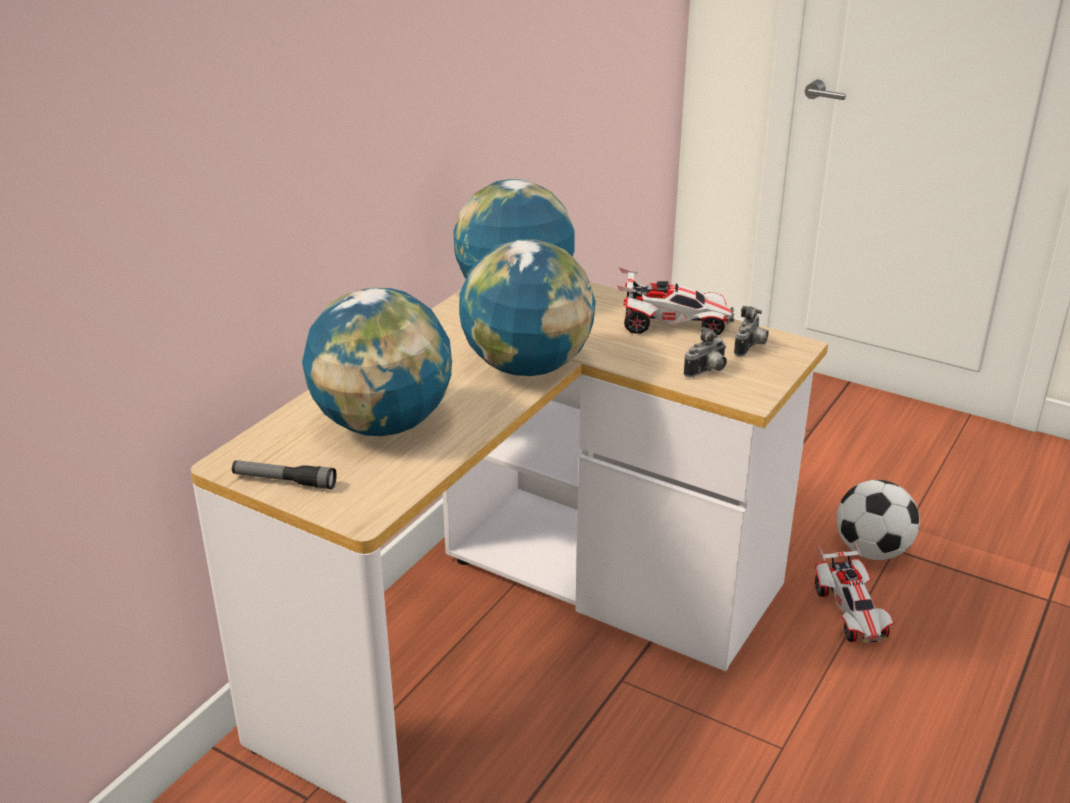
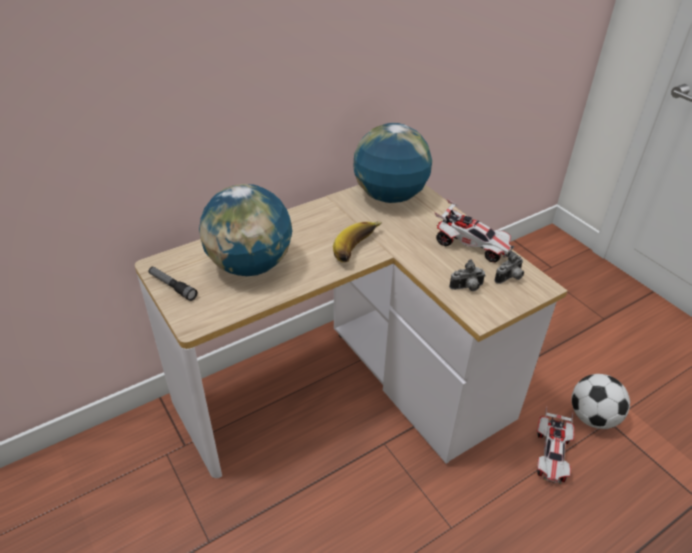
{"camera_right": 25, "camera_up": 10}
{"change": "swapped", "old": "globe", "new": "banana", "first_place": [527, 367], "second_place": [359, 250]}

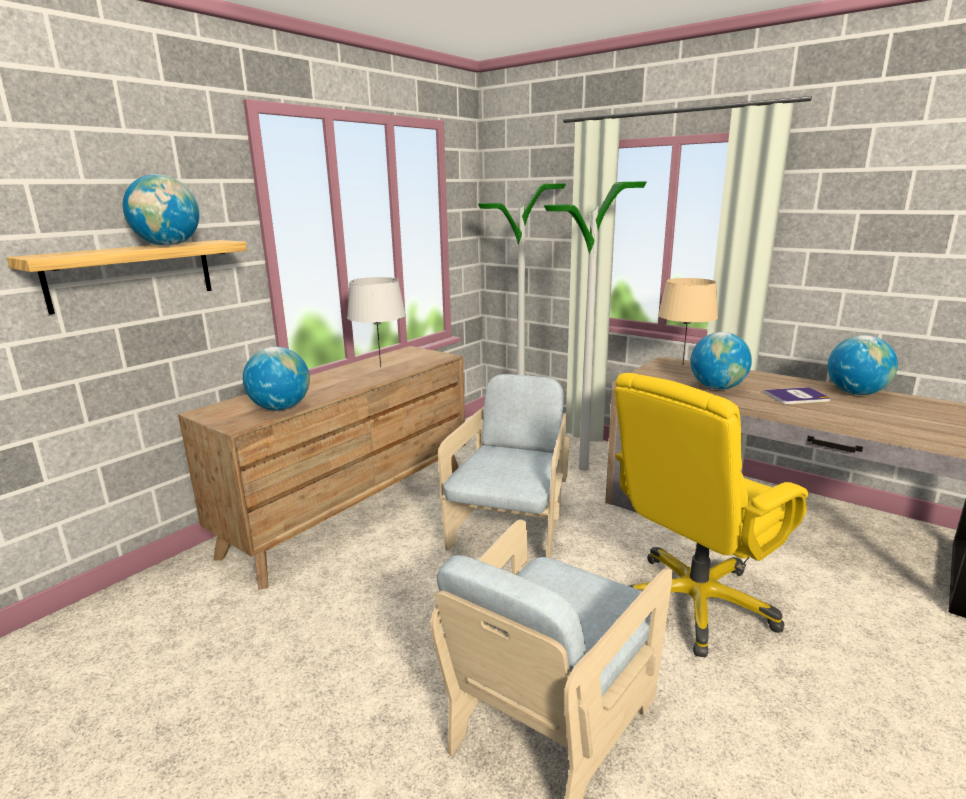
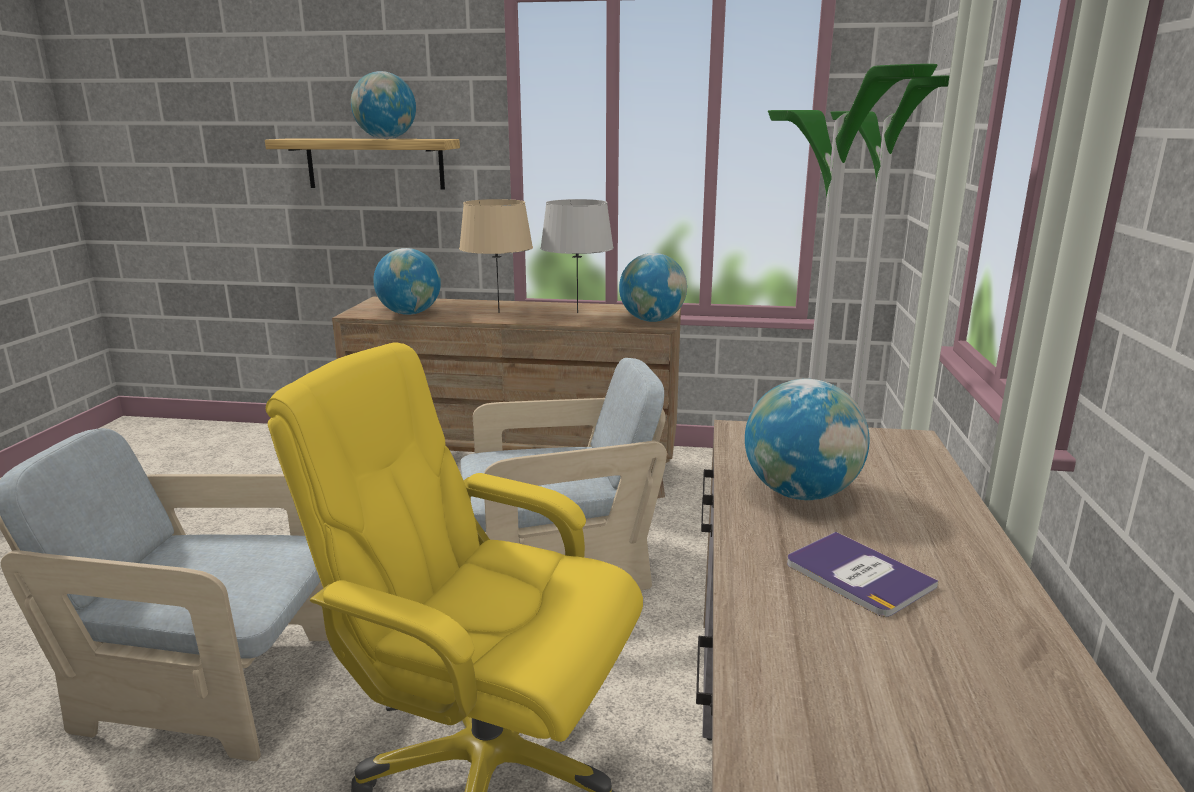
{"camera_right": 60, "camera_up": 0}
{"change": "shifted", "old": "table lamp (sand-coloured)", "first_place": [682, 366], "second_place": [498, 312]}
{"change": "shifted", "old": "globe", "first_place": [855, 393], "second_place": [652, 320]}

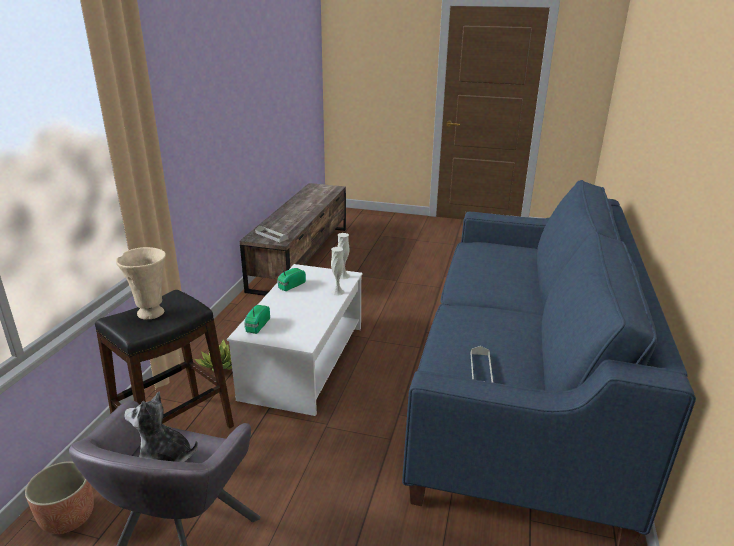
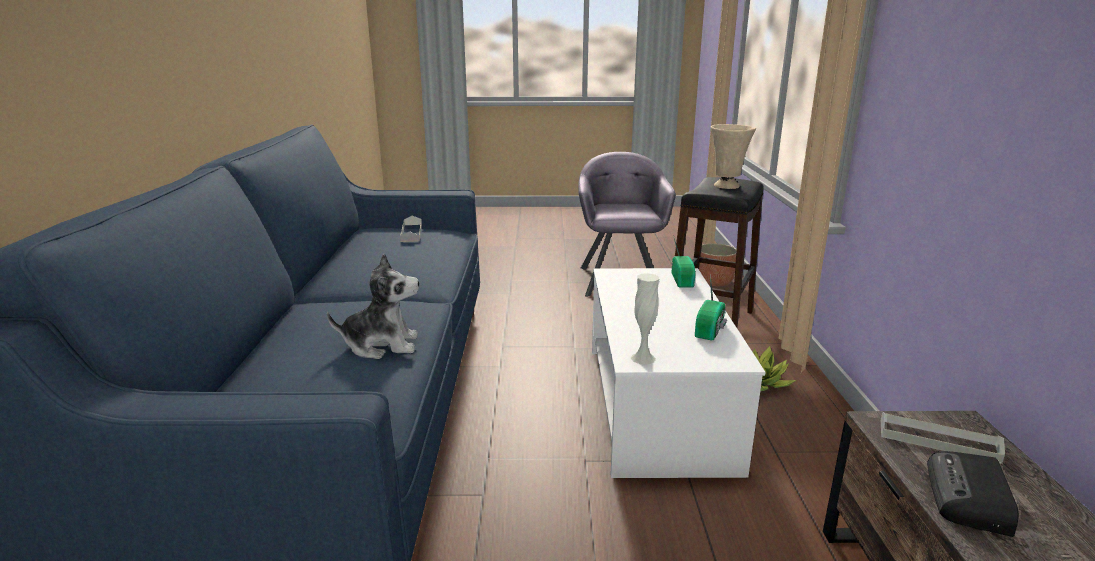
{"camera_right": 165, "camera_up": -5}
{"change": "shifted", "old": "soft toy", "first_place": [164, 459], "second_place": [382, 345]}
{"change": "new", "new": "radio set", "second_place": [969, 498]}
{"change": "gone", "old": "decorative vase (white-coloured)", "first_place": [337, 292]}

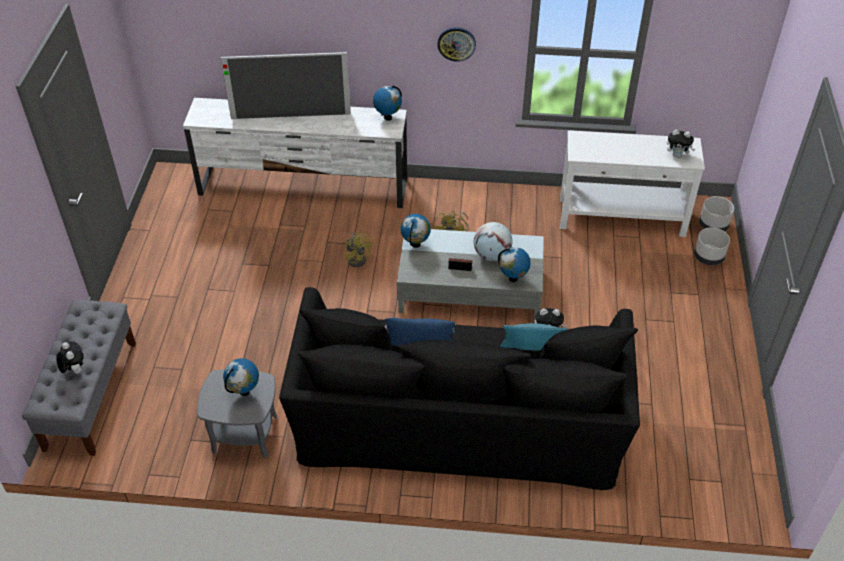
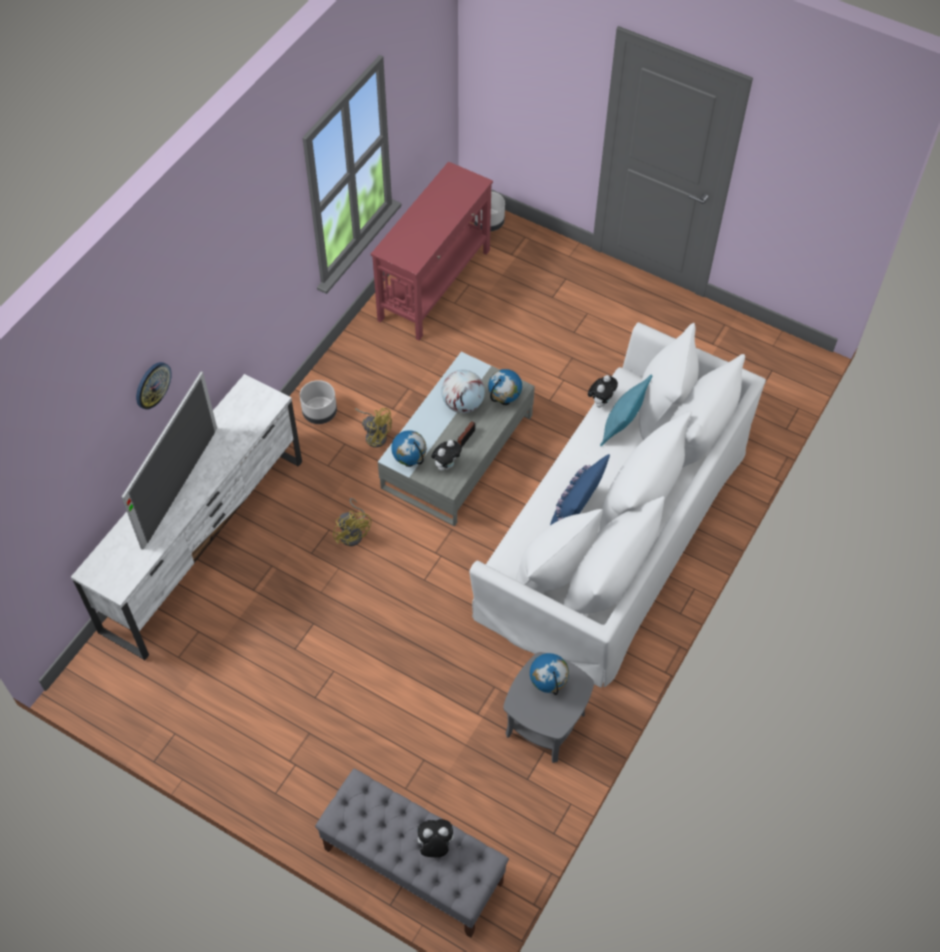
{"camera_right": -65, "camera_up": 10}
{"change": "shifted", "old": "hanging clock", "first_place": [456, 43], "second_place": [152, 385]}
{"change": "shifted", "old": "plant pot (grey)", "first_place": [708, 257], "second_place": [319, 413]}
{"change": "rotated", "old": "cooling fan (yellow-coloured)", "first_place": [357, 258], "second_place": [353, 533], "degrees": 75}
{"change": "repainted", "old": "narrow table (white-coloured)", "new": "narrow table (red)", "first_place": [622, 218], "second_place": [435, 284]}
{"change": "shifted", "old": "soft toy", "first_place": [677, 155], "second_place": [446, 465]}
{"change": "repainted", "old": "sofa (blackish)", "new": "sofa (white-coloured)", "first_place": [459, 416], "second_place": [613, 529]}
{"change": "gone", "old": "globe", "first_place": [387, 117]}

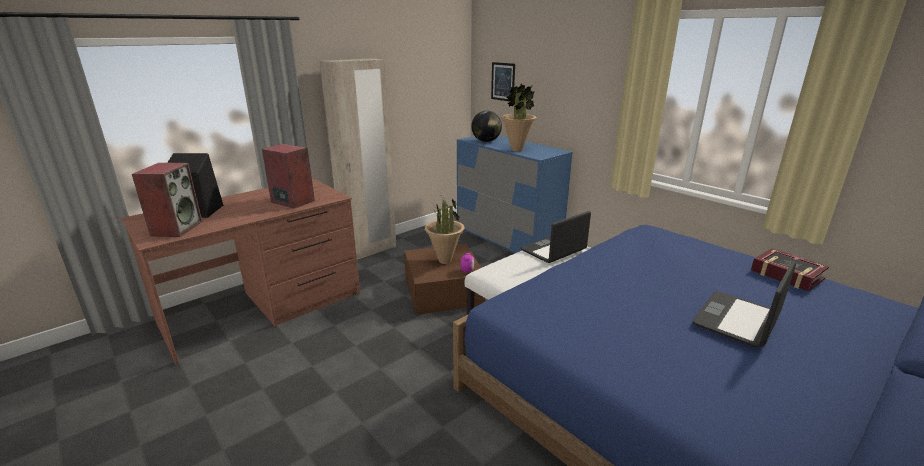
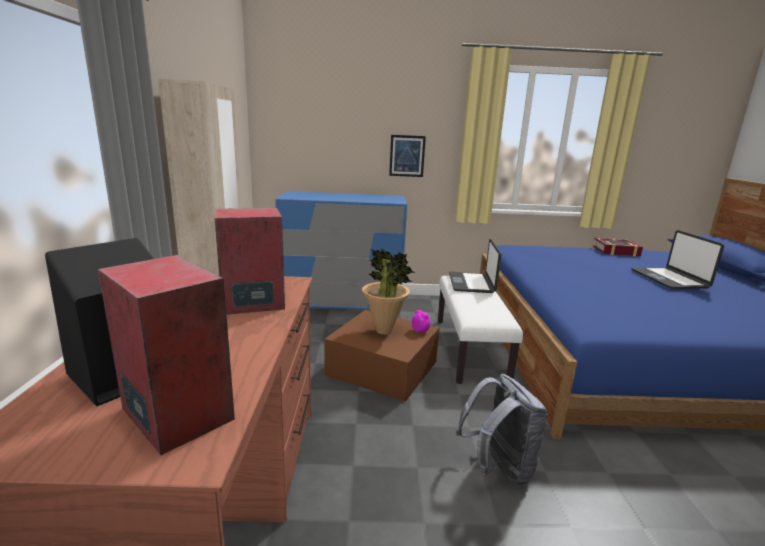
{"camera_right": -50, "camera_up": -5}
{"change": "shifted", "old": "wall picture", "first_place": [503, 81], "second_place": [407, 156]}
{"change": "new", "new": "knapsack (grey)", "second_place": [498, 468]}
{"change": "gone", "old": "globe", "first_place": [486, 141]}
{"change": "gone", "old": "plant in a pot", "first_place": [517, 150]}

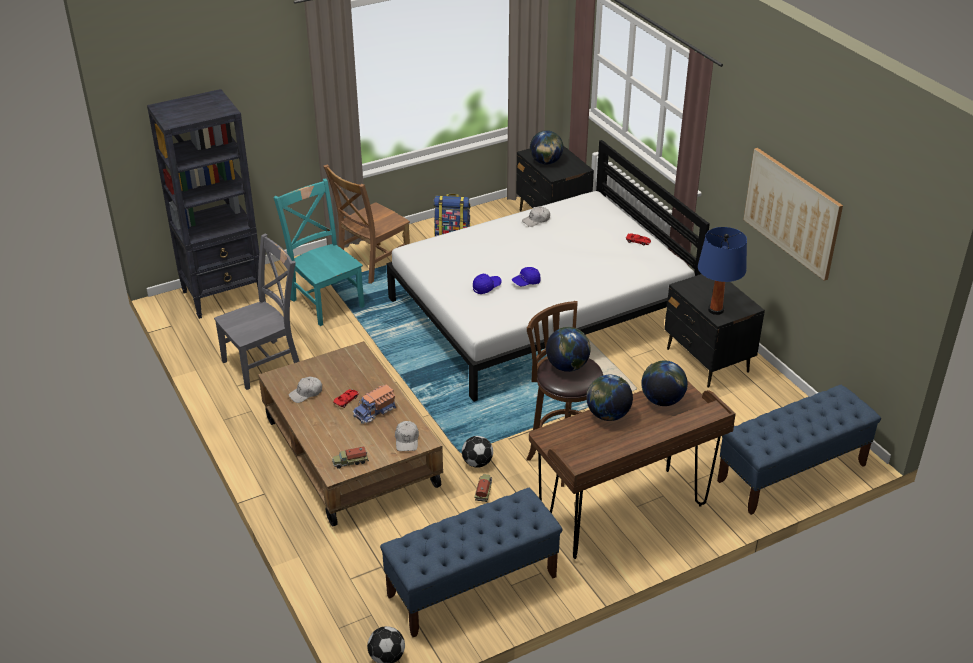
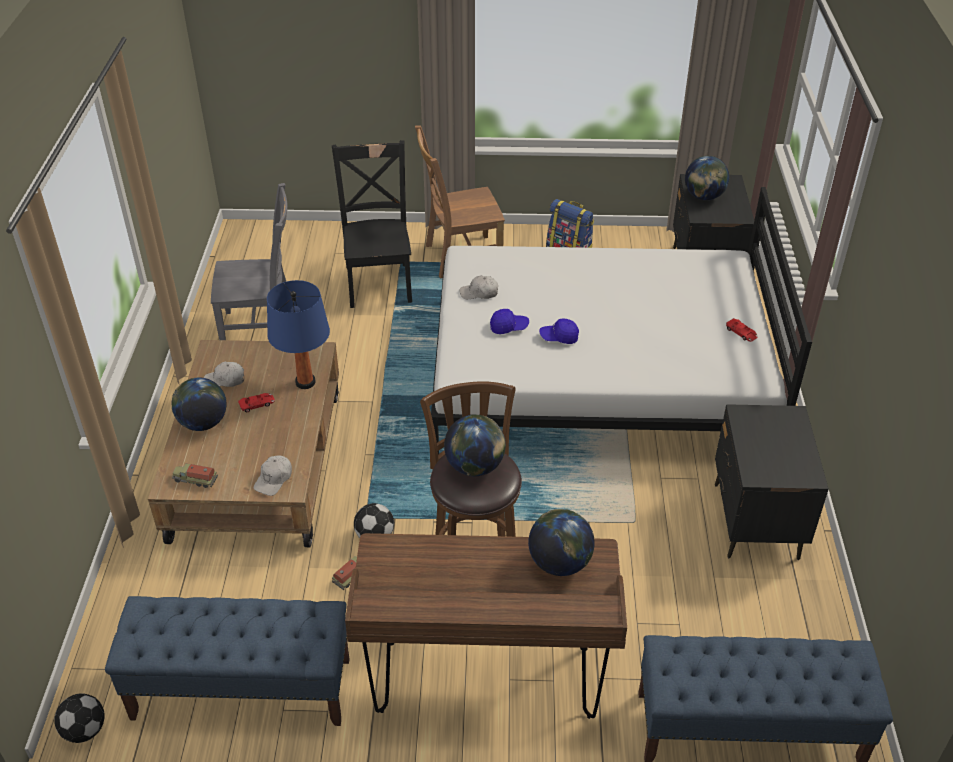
{"camera_right": 30, "camera_up": 5}
{"change": "shifted", "old": "globe", "first_place": [608, 415], "second_place": [203, 423]}
{"change": "shifted", "old": "table lamp (bluish)", "first_place": [716, 310], "second_place": [305, 382]}
{"change": "repainted", "old": "chair (turquoise-coloured)", "new": "chair (blackish)", "first_place": [326, 301], "second_place": [379, 282]}
{"change": "shifted", "old": "baseball cap (white-coloured)", "first_place": [536, 220], "second_place": [479, 293]}
{"change": "gone", "old": "bookshelf (blackish)", "first_place": [224, 295]}
{"change": "gone", "old": "toy truck", "first_place": [375, 412]}
{"change": "gone", "old": "wall picture", "first_place": [792, 212]}

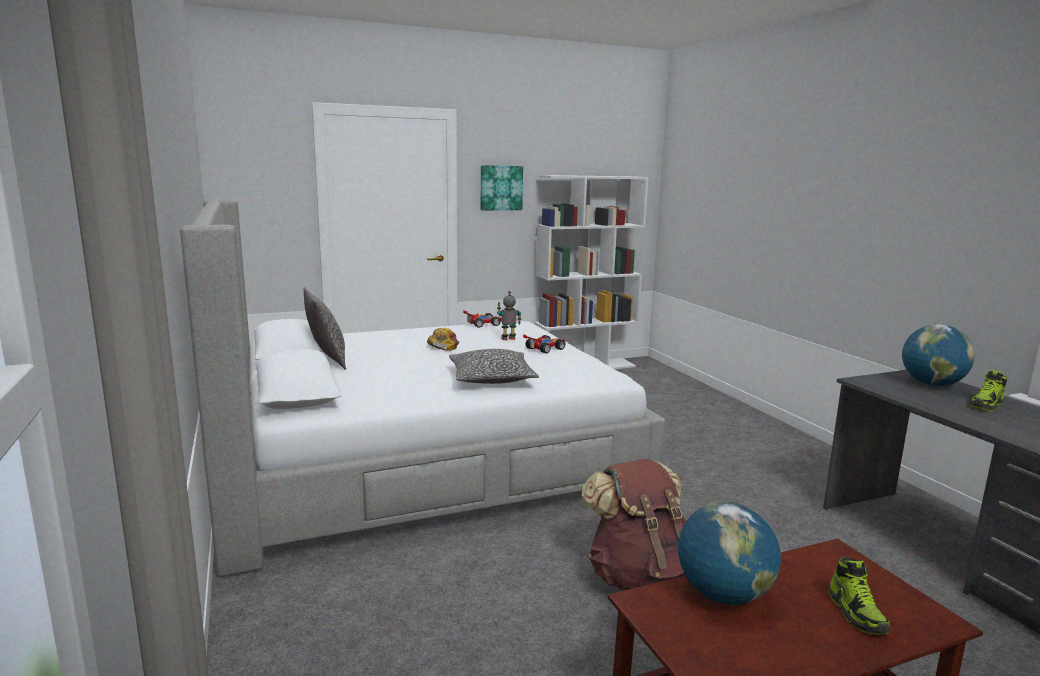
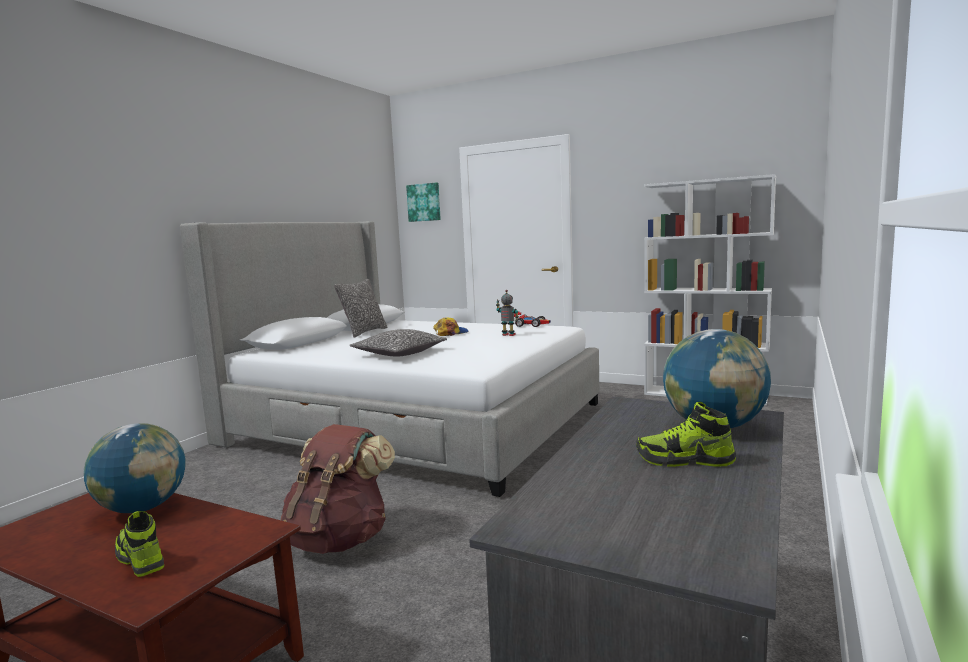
{"camera_right": 50, "camera_up": -5}
{"change": "rotated", "old": "item of footwear", "first_place": [856, 613], "second_place": [140, 560], "degrees": 90}
{"change": "shifted", "old": "wall picture", "first_place": [501, 188], "second_place": [424, 202]}
{"change": "gone", "old": "miniature car", "first_place": [545, 348]}

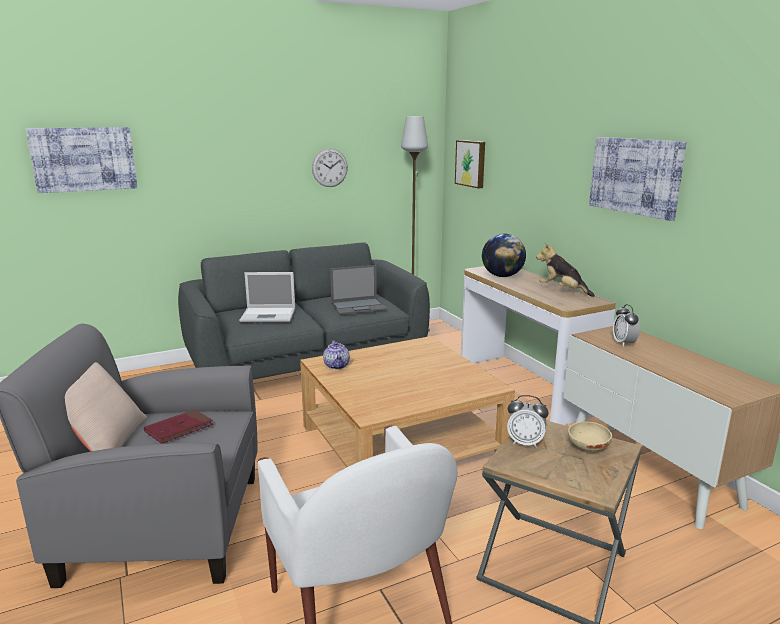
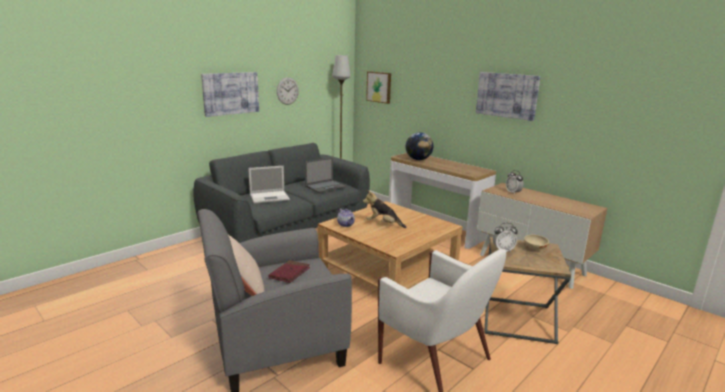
{"camera_right": -20, "camera_up": 0}
{"change": "shifted", "old": "wall picture", "first_place": [84, 159], "second_place": [231, 93]}
{"change": "shifted", "old": "soft toy", "first_place": [562, 290], "second_place": [383, 224]}

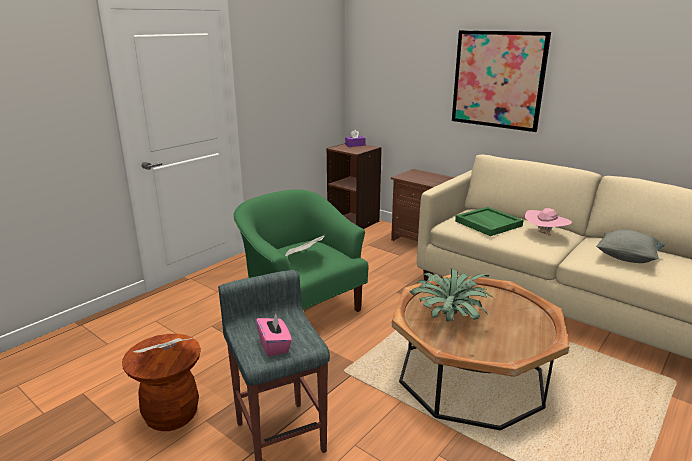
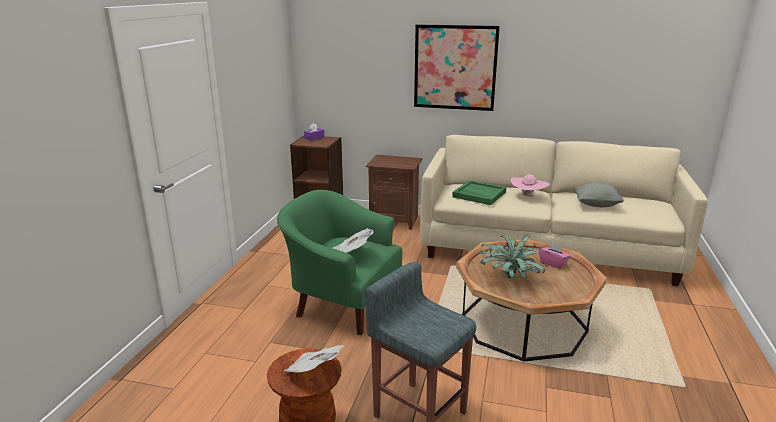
{"camera_right": -25, "camera_up": 0}
{"change": "shifted", "old": "tissue box (pink-coloured)", "first_place": [274, 345], "second_place": [553, 263]}

